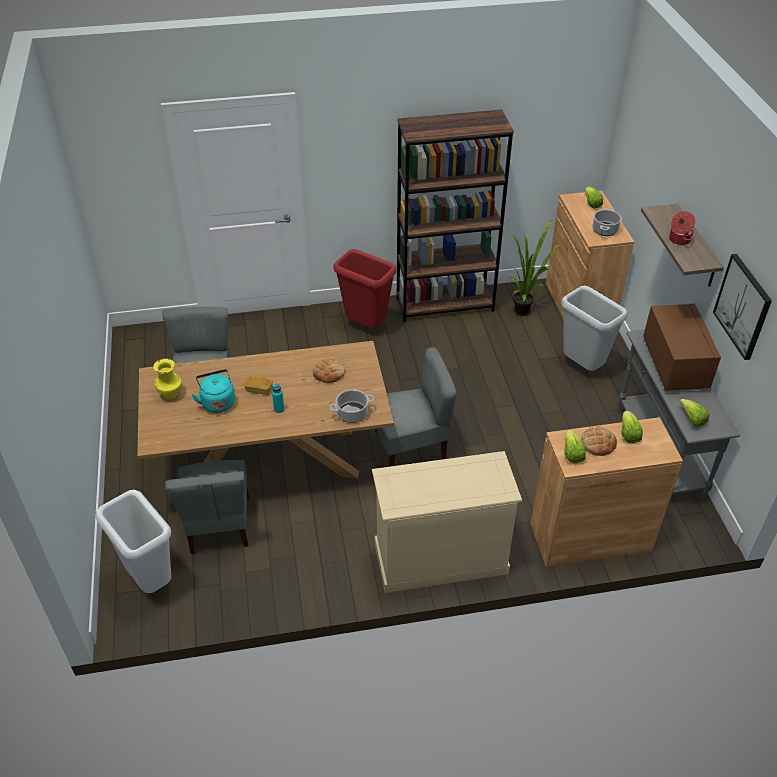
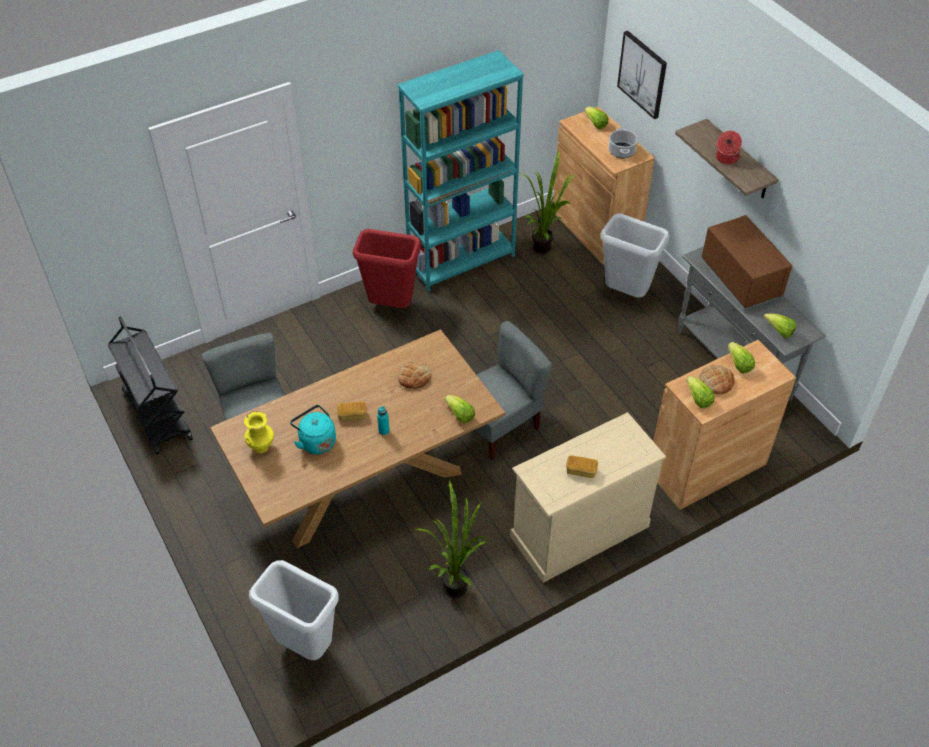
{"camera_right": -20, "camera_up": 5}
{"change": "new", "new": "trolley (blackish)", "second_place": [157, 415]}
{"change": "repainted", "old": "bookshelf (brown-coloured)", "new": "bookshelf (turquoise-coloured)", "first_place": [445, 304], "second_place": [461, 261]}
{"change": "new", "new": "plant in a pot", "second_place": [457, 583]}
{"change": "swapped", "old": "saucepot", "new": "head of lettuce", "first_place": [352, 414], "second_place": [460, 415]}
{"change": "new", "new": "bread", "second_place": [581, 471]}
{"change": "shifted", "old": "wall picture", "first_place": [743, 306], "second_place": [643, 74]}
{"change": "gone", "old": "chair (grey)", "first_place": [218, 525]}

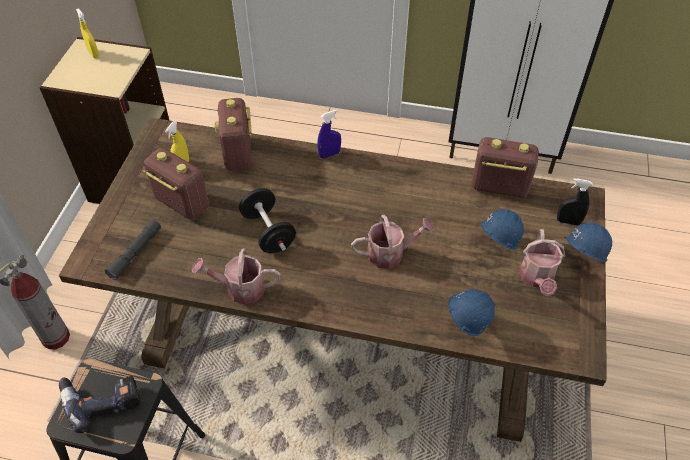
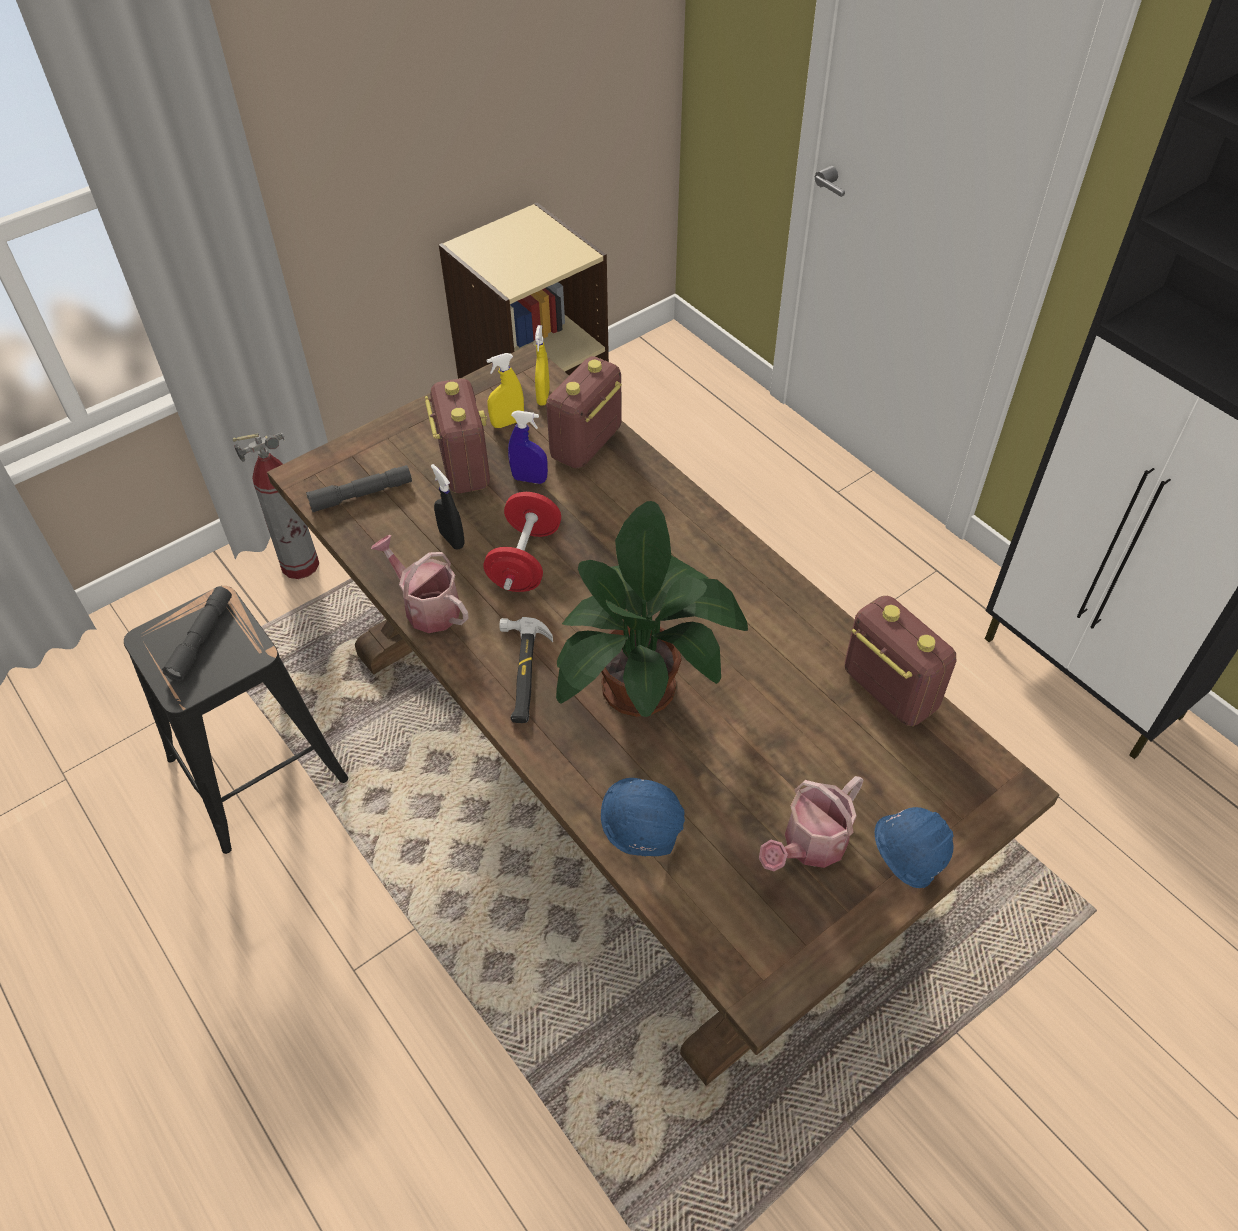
{"camera_right": 40, "camera_up": 0}
{"change": "swapped", "old": "drill", "new": "flashlight (grey)", "first_place": [102, 399], "second_place": [201, 639]}
{"change": "shifted", "old": "sprayer (blackish)", "first_place": [568, 221], "second_place": [452, 539]}
{"change": "repainted", "old": "dumbbell (blackish)", "new": "dumbbell (red)", "first_place": [268, 232], "second_place": [525, 560]}
{"change": "new", "new": "tool hammer", "second_place": [522, 673]}
{"change": "shifted", "old": "sprayer (bluish)", "first_place": [329, 154], "second_place": [529, 479]}
{"change": "shifted", "old": "sprayer (yellow-coloured)", "first_place": [93, 54], "second_place": [543, 396]}
{"change": "swapped", "old": "watering pot", "new": "plant in a pot", "first_place": [390, 253], "second_place": [643, 681]}
{"change": "gone", "old": "hard hat (bluish)", "first_place": [495, 245]}

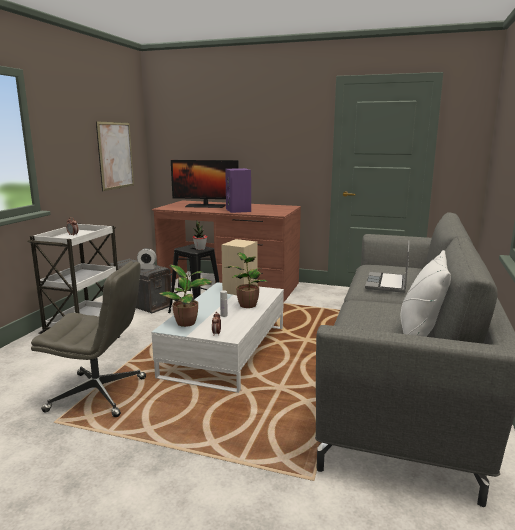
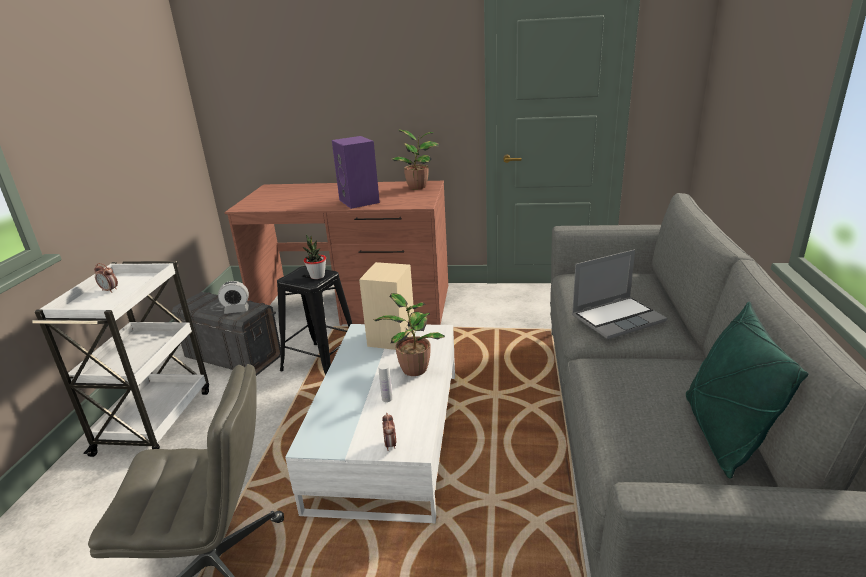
{"camera_right": -10, "camera_up": 10}
{"change": "shifted", "old": "plant in a pot", "first_place": [187, 323], "second_place": [418, 187]}
{"change": "rotated", "old": "laptop", "first_place": [387, 284], "second_place": [617, 318], "degrees": -120}
{"change": "repainted", "old": "cushion (white-coloured)", "new": "cushion (greenish)", "first_place": [419, 334], "second_place": [722, 435]}
{"change": "gone", "old": "wall picture", "first_place": [115, 155]}
{"change": "gone", "old": "computer screen", "first_place": [205, 206]}

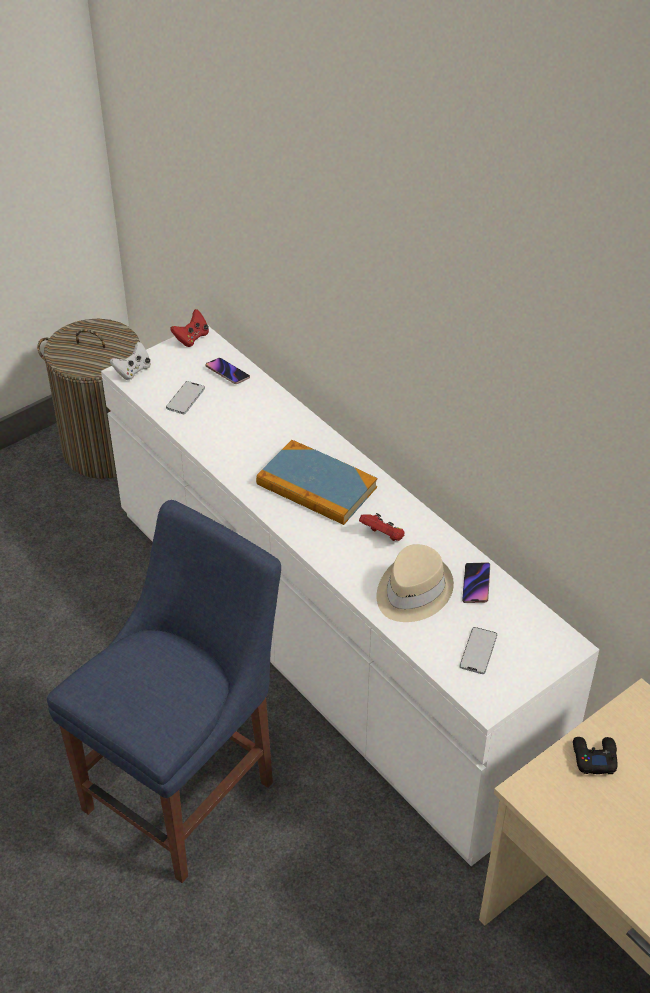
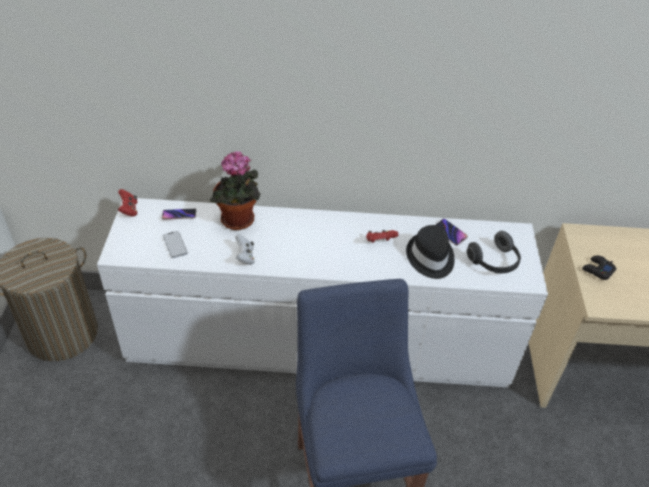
{"camera_right": -50, "camera_up": 0}
{"change": "new", "new": "plant in a pot", "second_place": [238, 222]}
{"change": "shifted", "old": "gamepad (white-coloured)", "first_place": [133, 371], "second_place": [245, 257]}
{"change": "repainted", "old": "wearable hat (sand-coloured)", "new": "wearable hat (blackish)", "first_place": [412, 591], "second_place": [430, 257]}
{"change": "swapped", "old": "handset", "new": "headphones", "first_place": [478, 651], "second_place": [494, 262]}
{"change": "gone", "old": "volume", "first_place": [316, 486]}

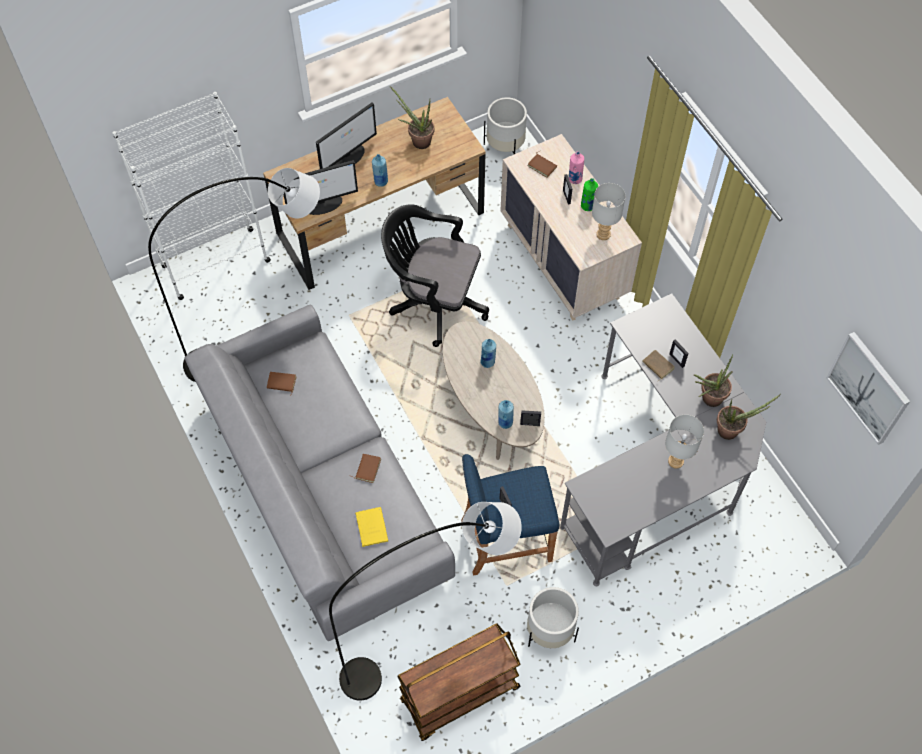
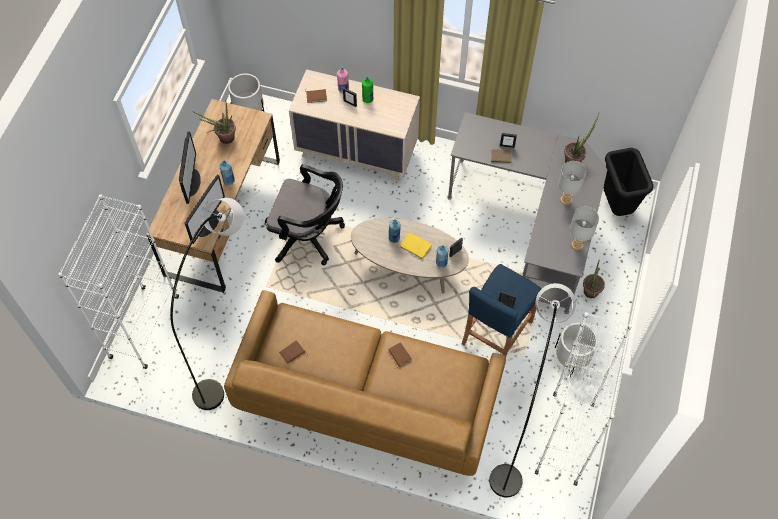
{"camera_right": -45, "camera_up": 0}
{"change": "repainted", "old": "sofa (grey)", "new": "sofa (brown-coloured)", "first_place": [323, 490], "second_place": [366, 399]}
{"change": "rotated", "old": "office chair (blackish)", "first_place": [434, 302], "second_place": [308, 236], "degrees": -135}
{"change": "shifted", "old": "volume (yellow-coloured)", "first_place": [371, 526], "second_place": [415, 245]}
{"change": "swapped", "old": "trolley (brown-coloured)", "new": "bookshelf (white-coloured)", "first_place": [459, 695], "second_place": [565, 437]}
{"change": "shifted", "old": "table lamp (grey)", "first_place": [604, 234], "second_place": [577, 245]}
{"change": "shifted", "old": "plant in a pot", "first_place": [708, 399], "second_place": [589, 294]}
{"change": "new", "new": "waste bin (blackish)", "second_place": [616, 206]}
{"change": "gone", "old": "wall picture", "first_place": [869, 387]}

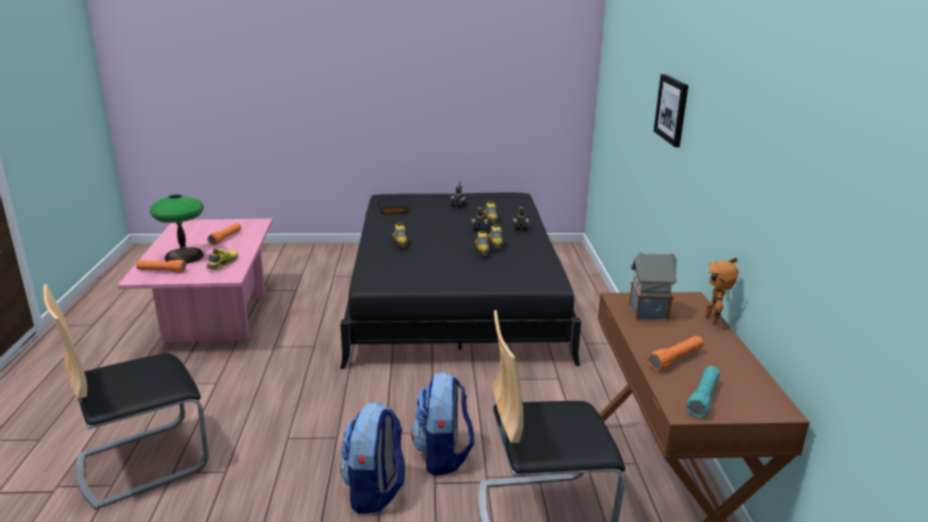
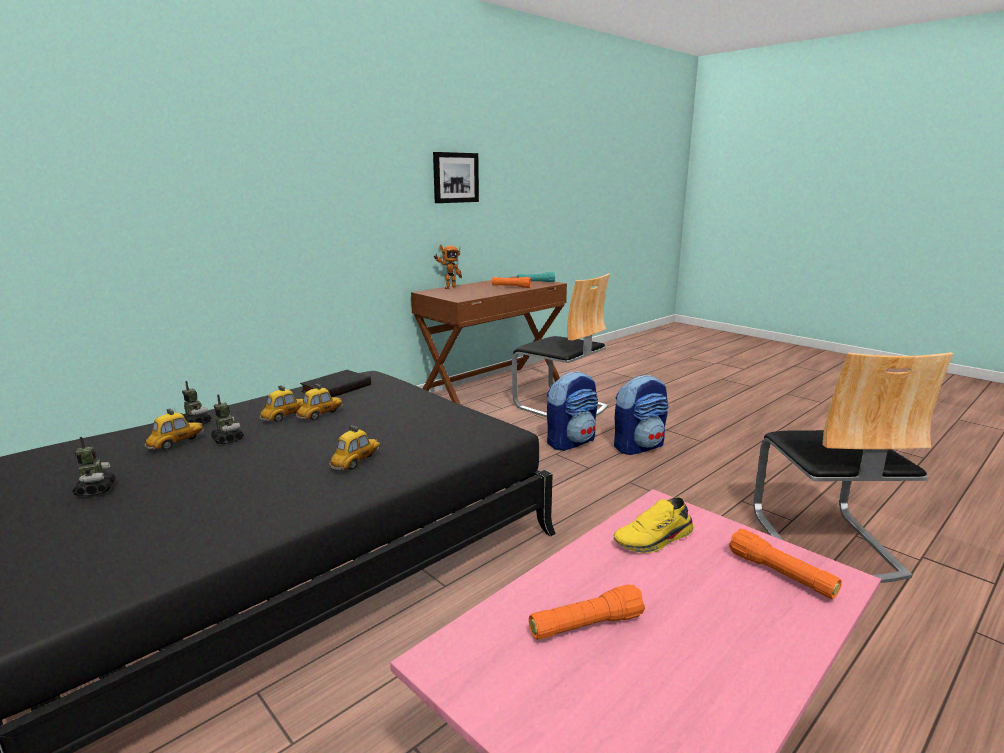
{"camera_right": -130, "camera_up": -5}
{"change": "shifted", "old": "volume (blackish)", "first_place": [393, 207], "second_place": [336, 388]}
{"change": "shifted", "old": "wall picture", "first_place": [672, 109], "second_place": [455, 177]}
{"change": "rotated", "old": "chair", "first_place": [142, 461], "second_place": [824, 543], "degrees": 75}
{"change": "gone", "old": "table lamp", "first_place": [184, 257]}
{"change": "gone", "old": "miniature house", "first_place": [647, 312]}

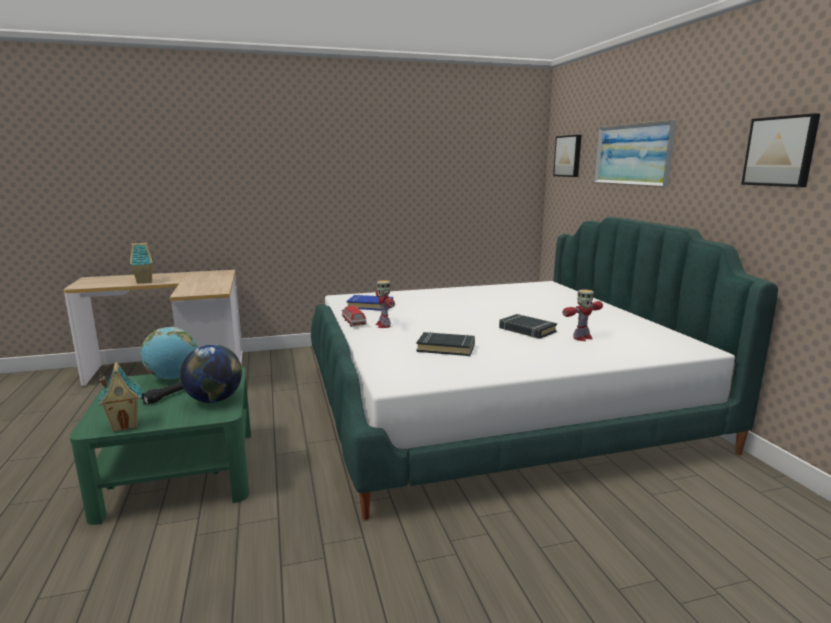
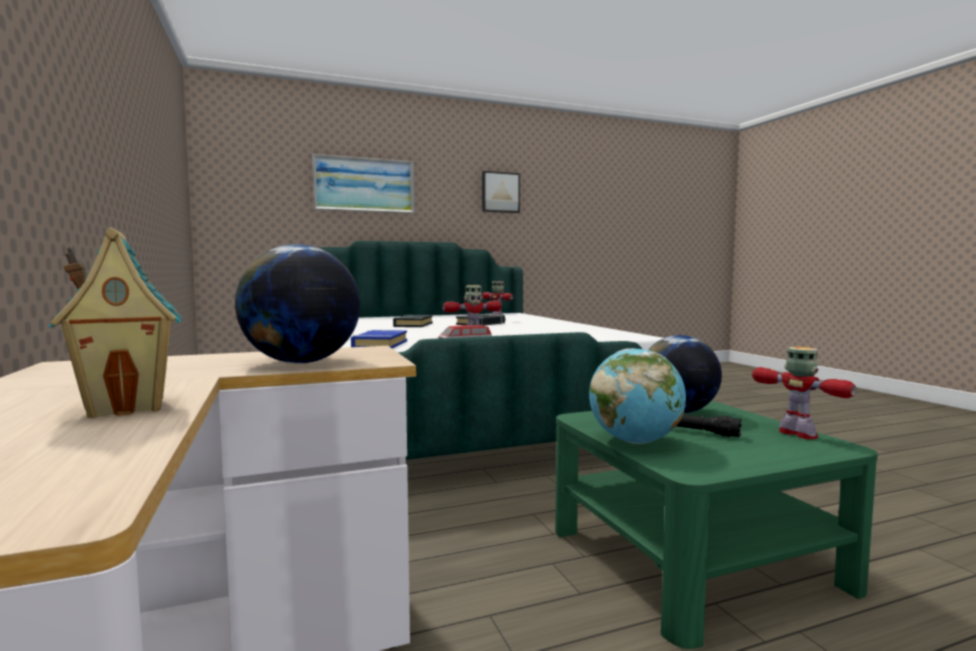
{"camera_right": -95, "camera_up": -10}
{"change": "new", "new": "globe", "second_place": [301, 362]}
{"change": "shifted", "old": "volume (blackish)", "first_place": [446, 348], "second_place": [413, 325]}
{"change": "swapped", "old": "miniature house", "new": "robot figure", "first_place": [125, 425], "second_place": [799, 434]}
{"change": "gone", "old": "wall picture", "first_place": [568, 156]}

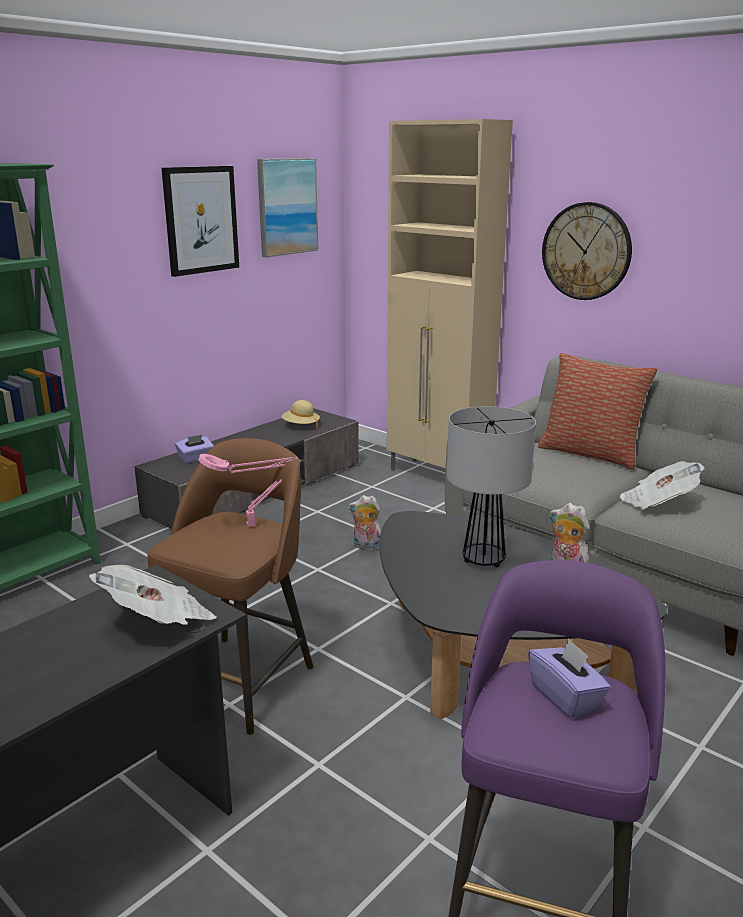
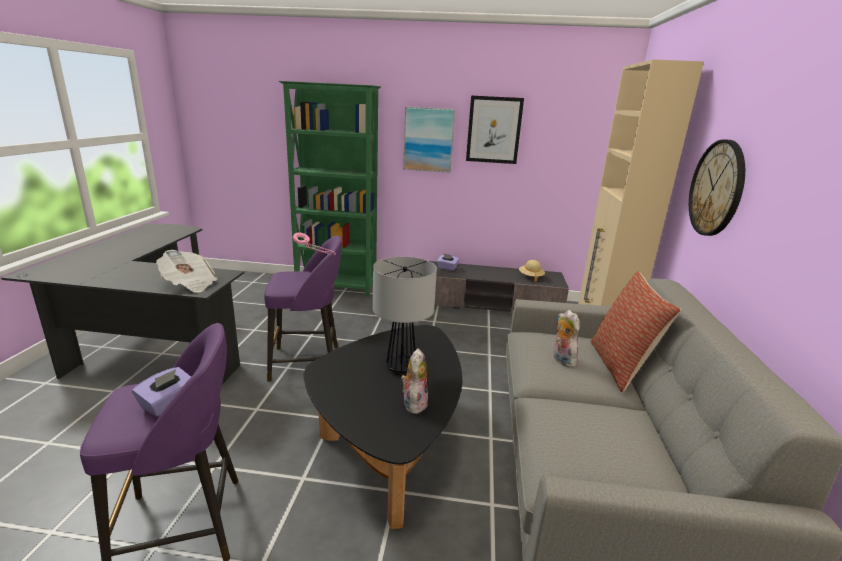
{"camera_right": 55, "camera_up": 0}
{"change": "repainted", "old": "stool (brown-coloured)", "new": "stool (purple-coloured)", "first_place": [239, 680], "second_place": [308, 363]}
{"change": "shifted", "old": "wall picture", "first_place": [287, 206], "second_place": [428, 139]}
{"change": "shifted", "old": "soft toy", "first_place": [366, 547], "second_place": [561, 360]}
{"change": "gone", "old": "daily paper", "first_place": [658, 502]}

